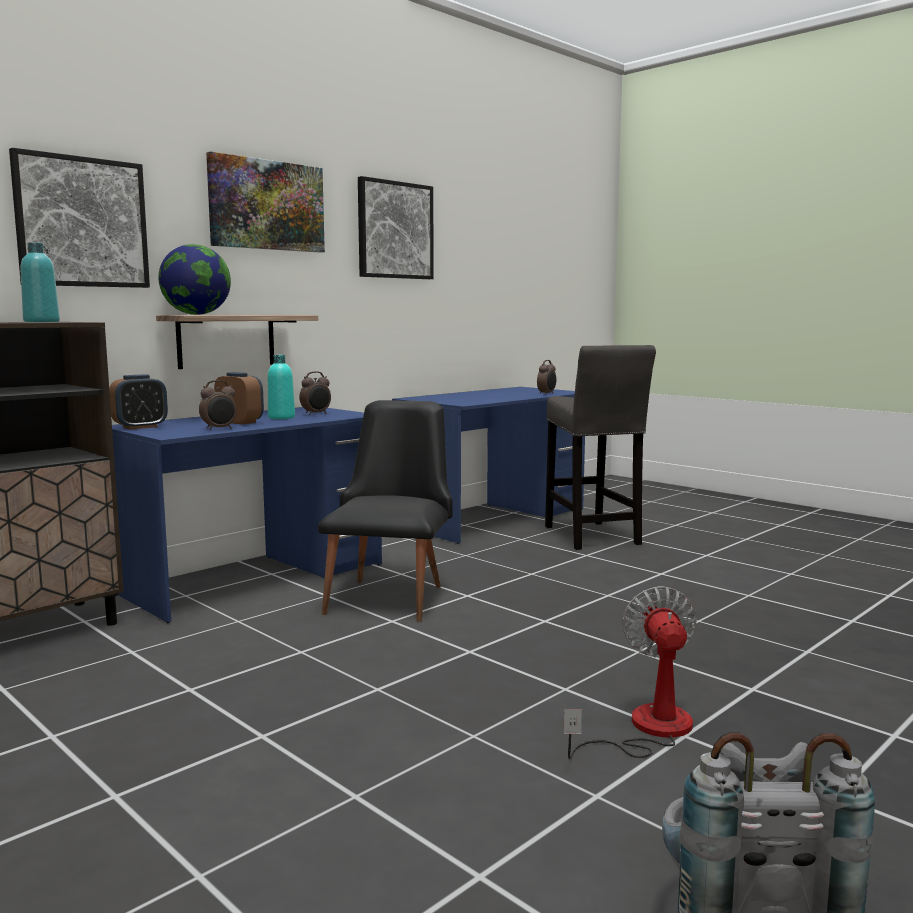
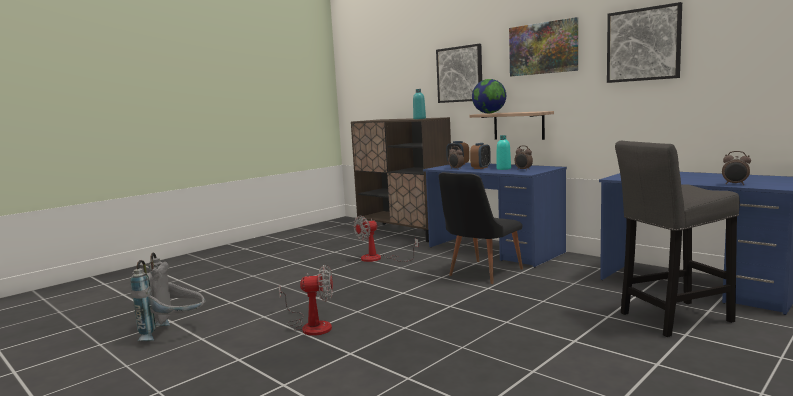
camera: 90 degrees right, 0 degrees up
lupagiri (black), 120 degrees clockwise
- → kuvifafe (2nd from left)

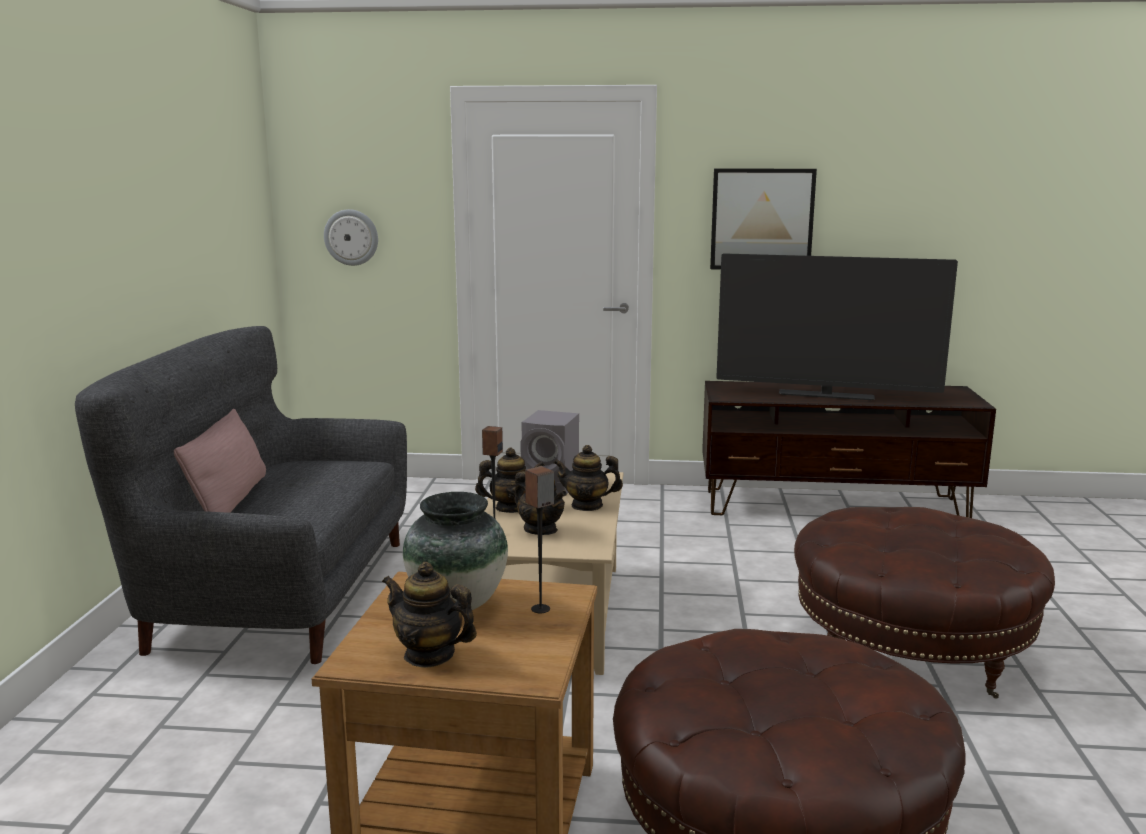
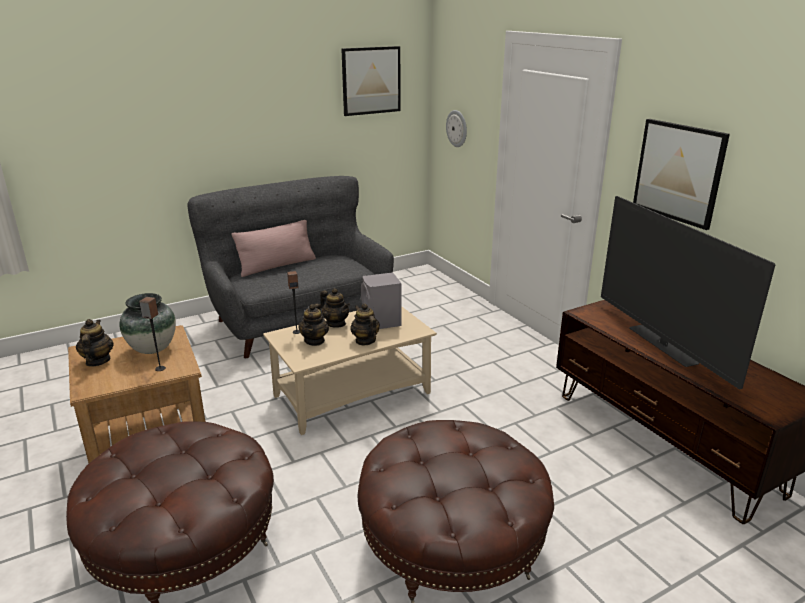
camera: 55 degrees right, 10 degrees up
- → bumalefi (1st from left)

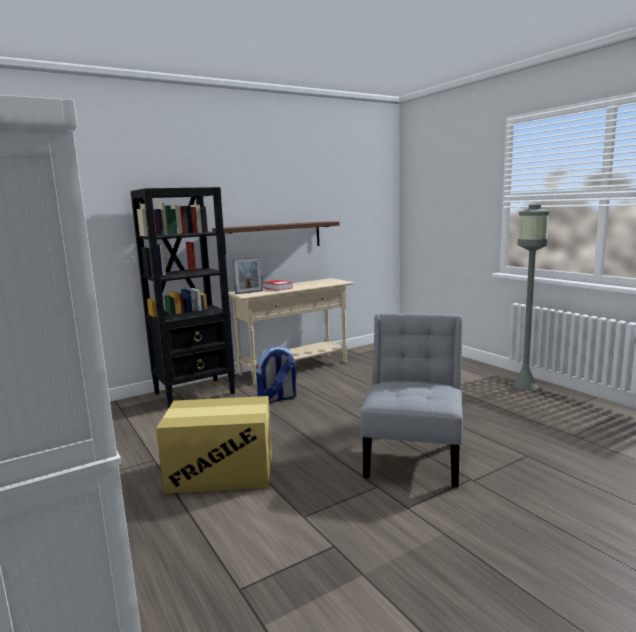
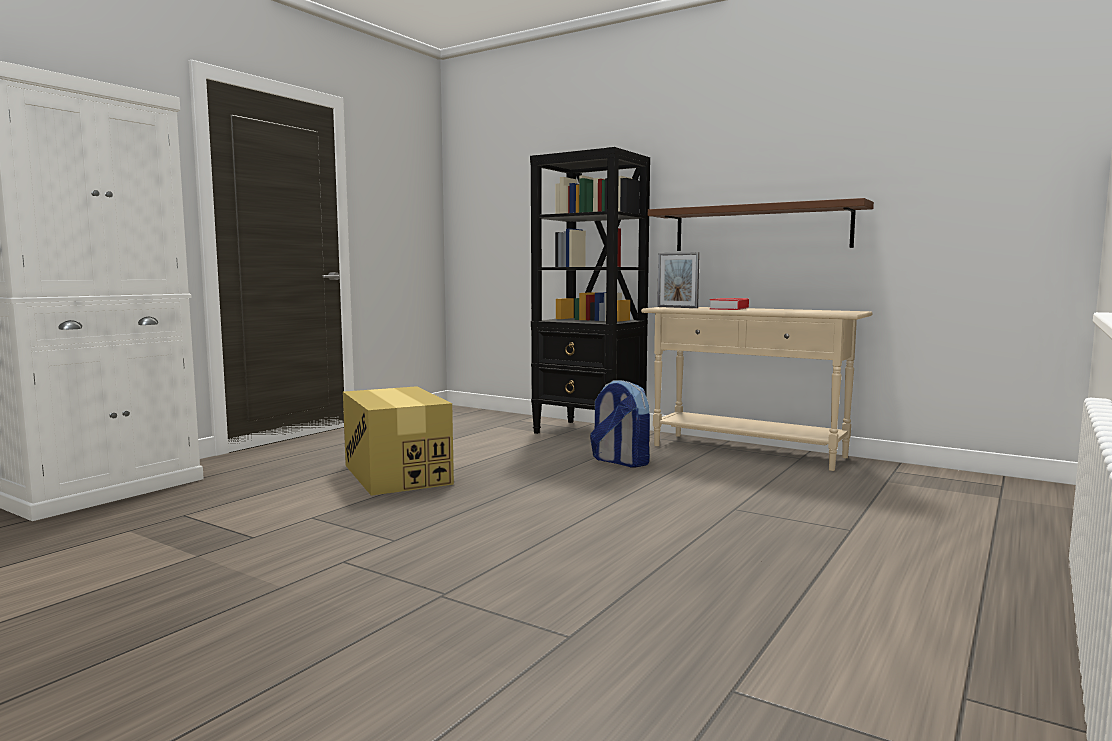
camera: 65 degrees right, 5 degrees down
lupagiri (grey) → -
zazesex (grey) → -

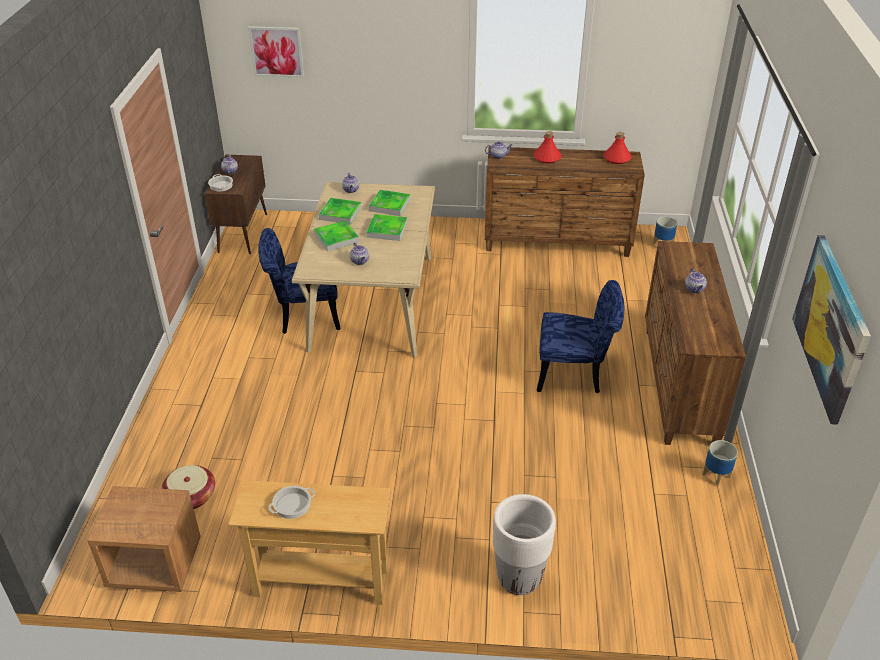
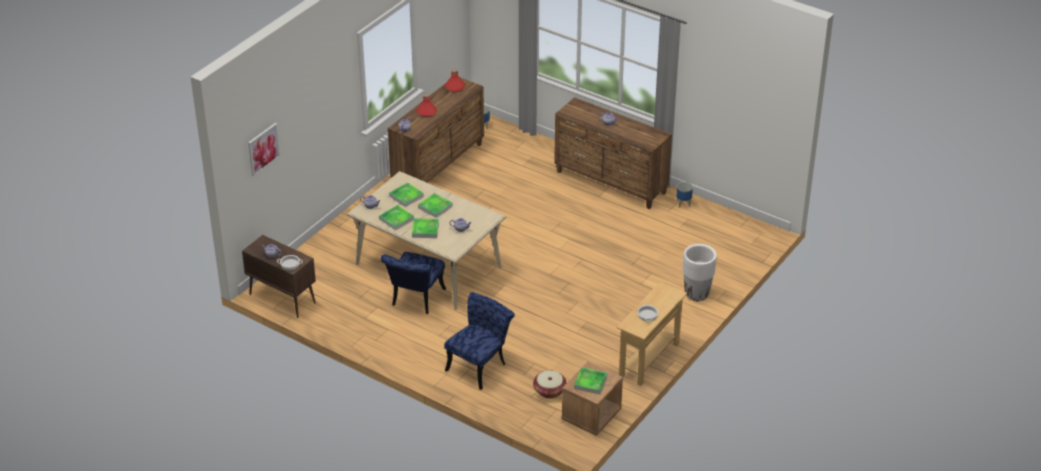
camera: 60 degrees left, 0 degrees up
lupagiri (blue) (2nd from left), moved
bumalefi (2nd from left) → -
- → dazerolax (5th from left)

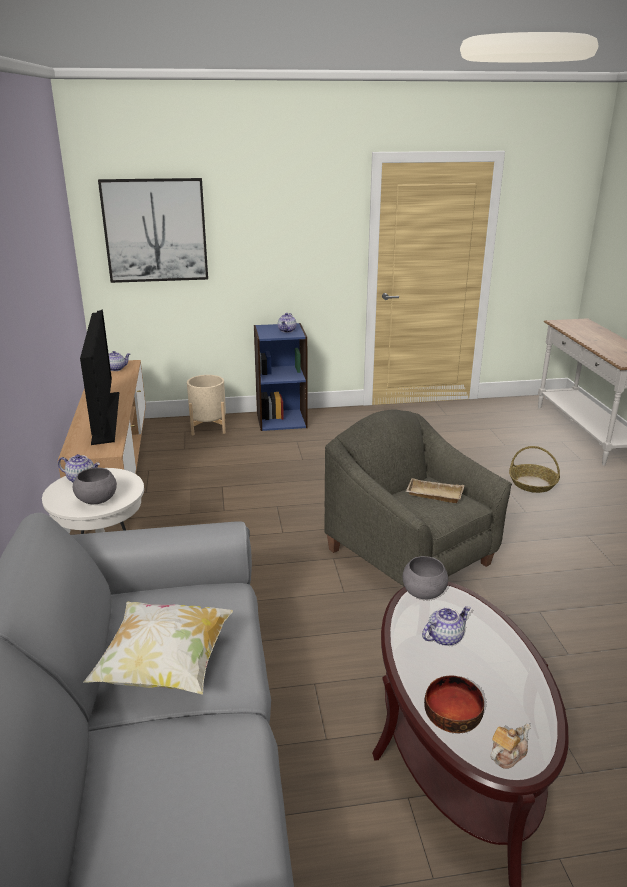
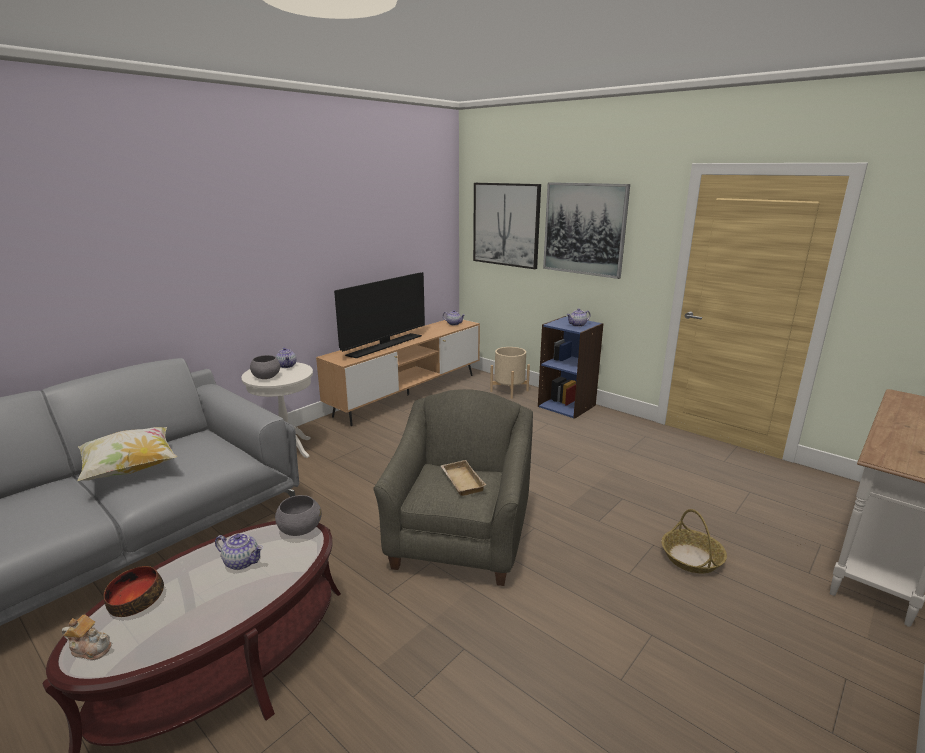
camera: 50 degrees right, 5 degrees down
- → bumalefi (2nd from left)

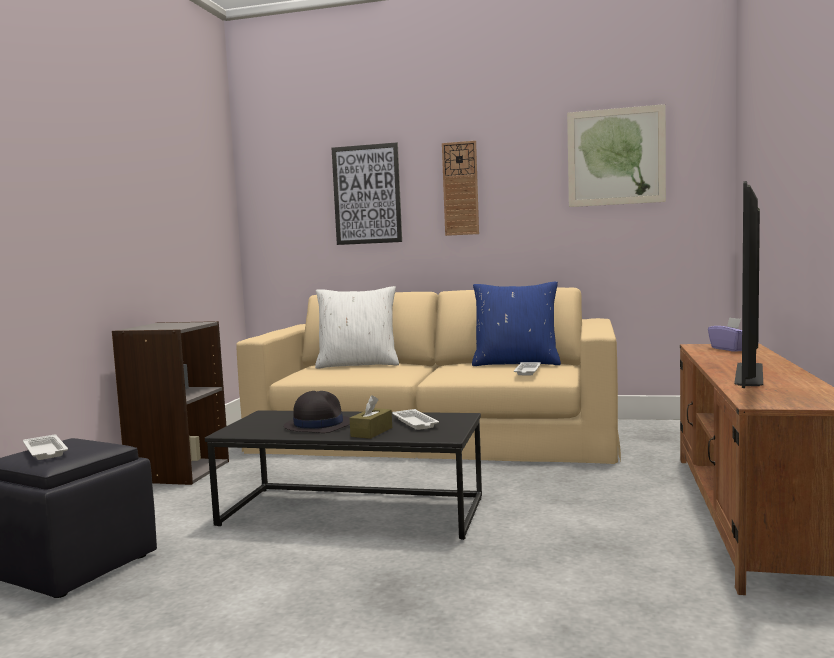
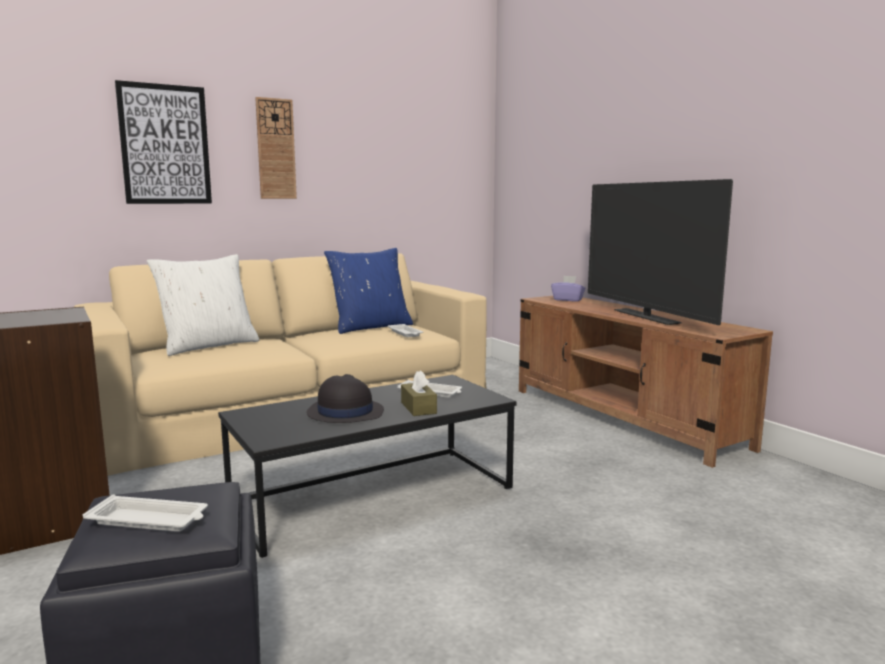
camera: 45 degrees left, 5 degrees up
bumalefi (2nd from left) → -

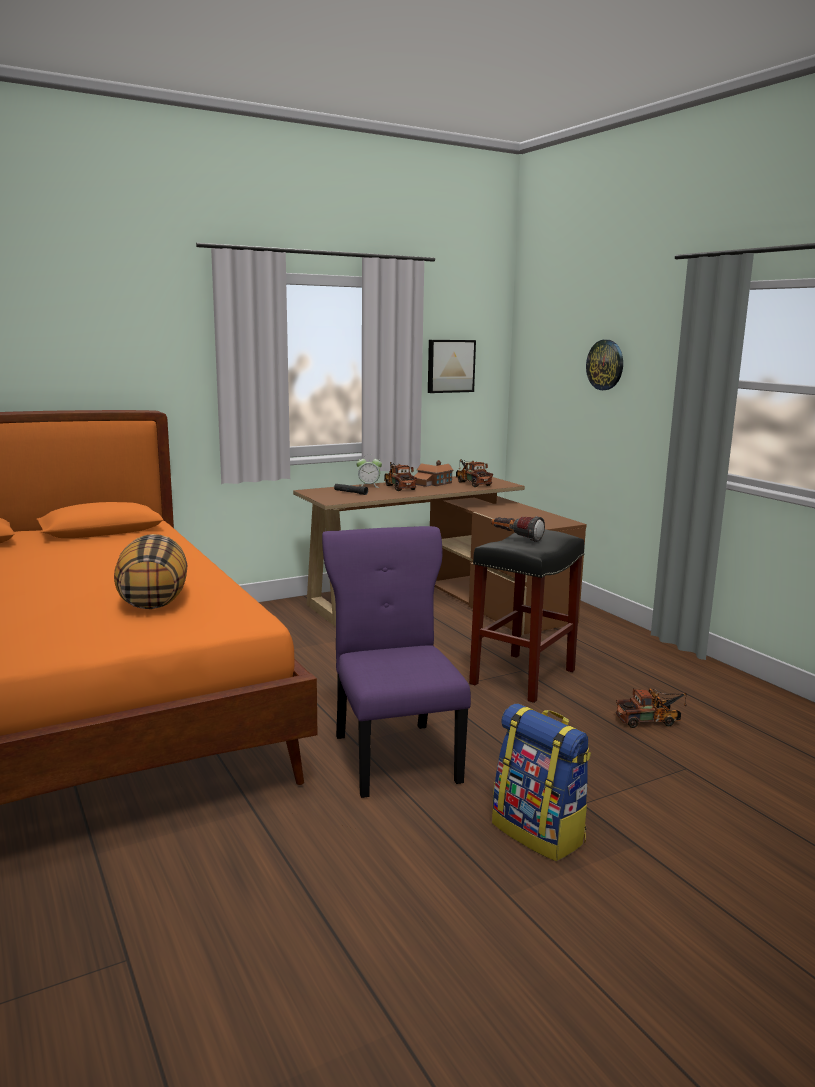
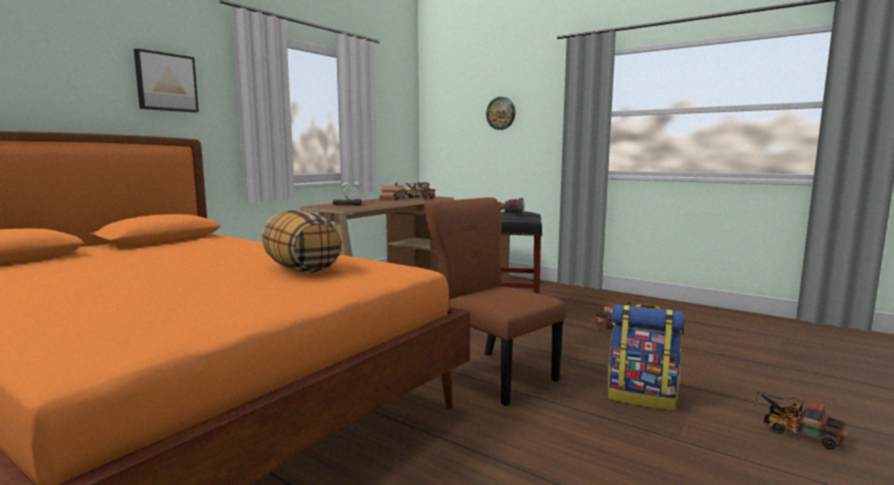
camera: 25 degrees left, 5 degrees down
lupagiri (purple) → lupagiri (brown)
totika (1st from left in the first image) → totika (3rd from left), moved
bumalefi, moved

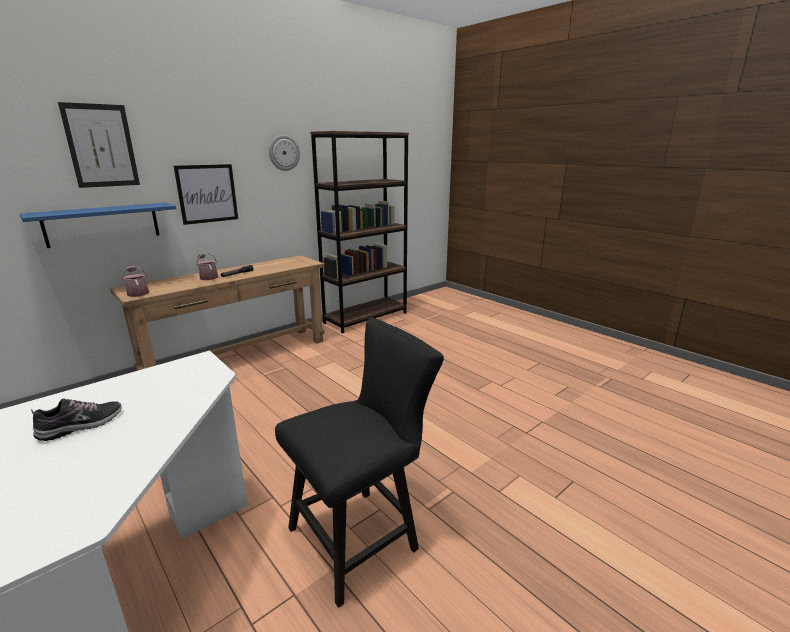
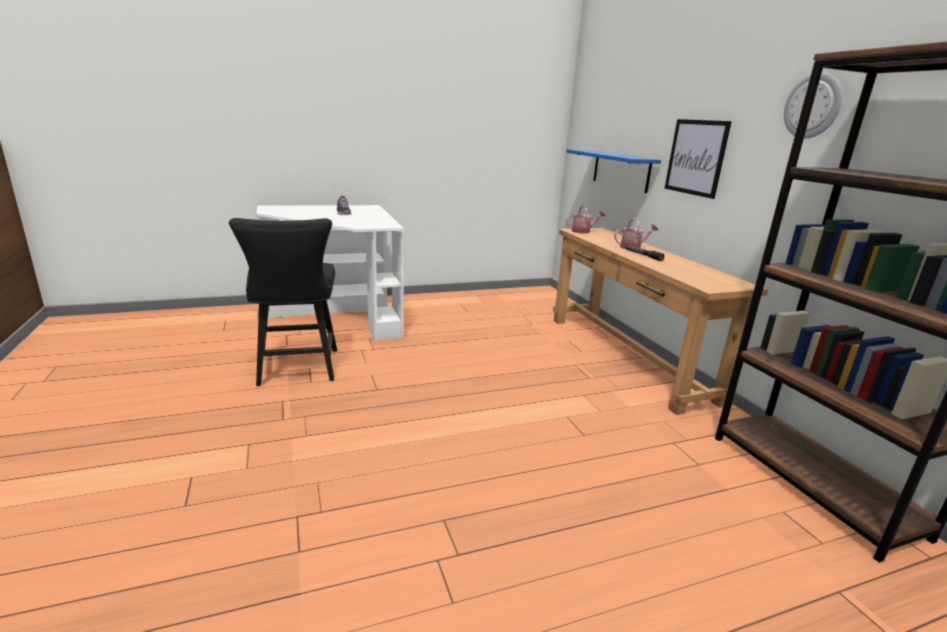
camera: 110 degrees right, 0 degrees up
bumalefi (1st from left) → -

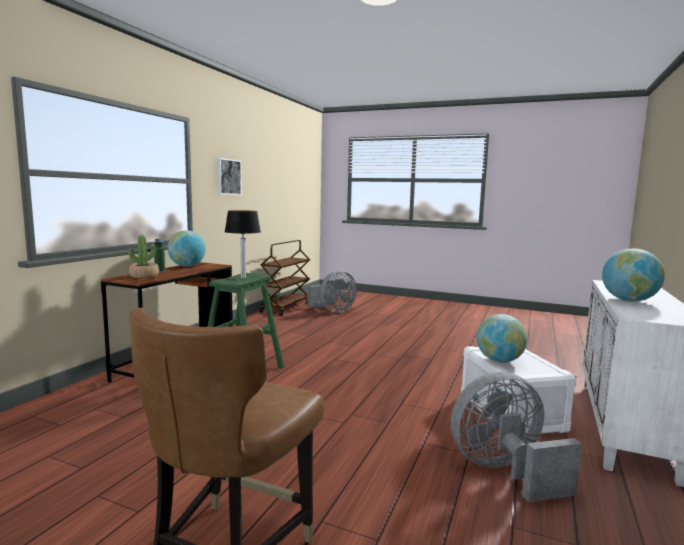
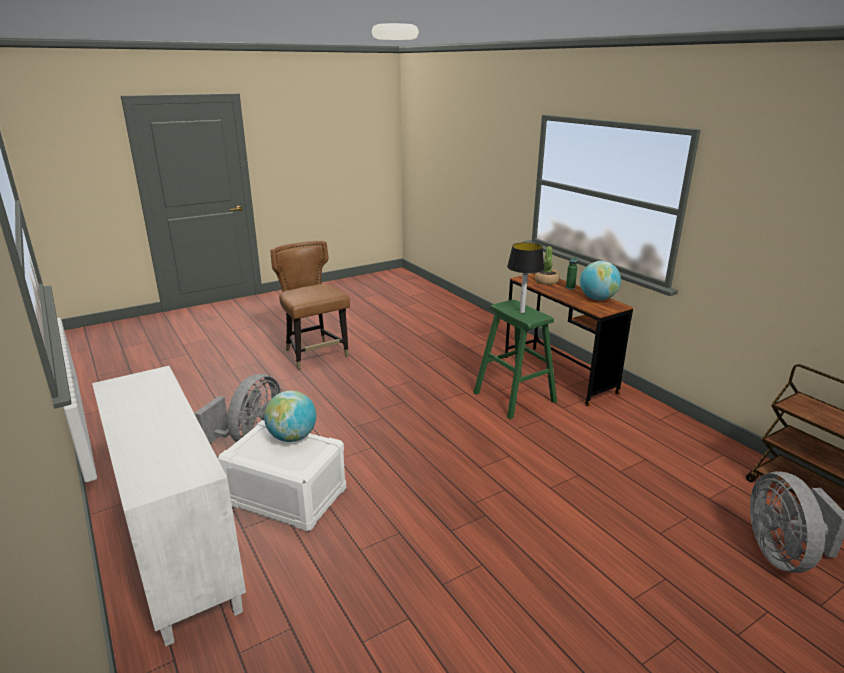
camera: 125 degrees right, 15 degrees up
bumalefi → -
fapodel (3rd from left) → -

